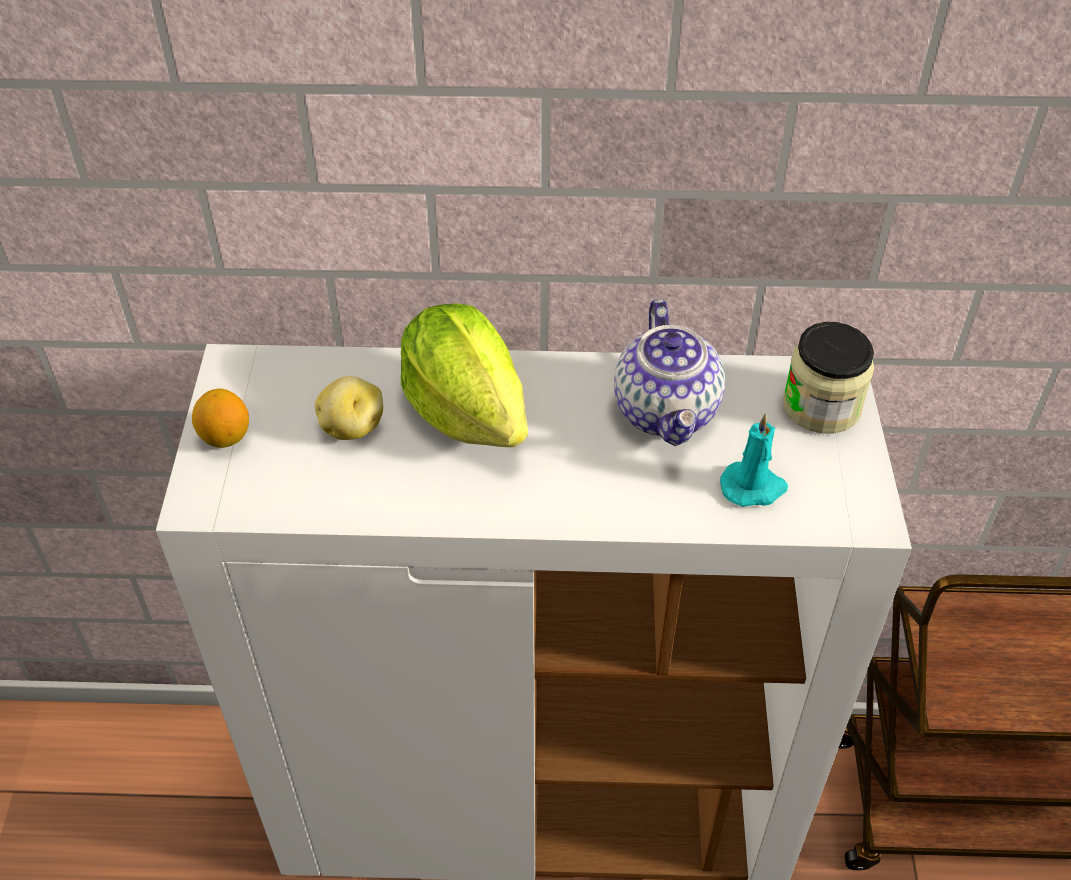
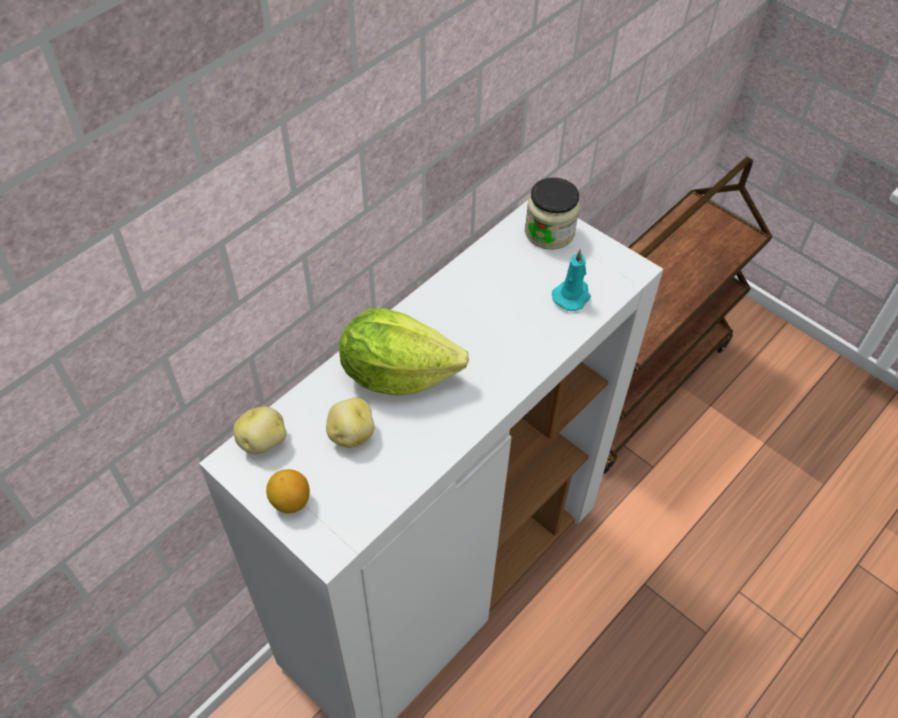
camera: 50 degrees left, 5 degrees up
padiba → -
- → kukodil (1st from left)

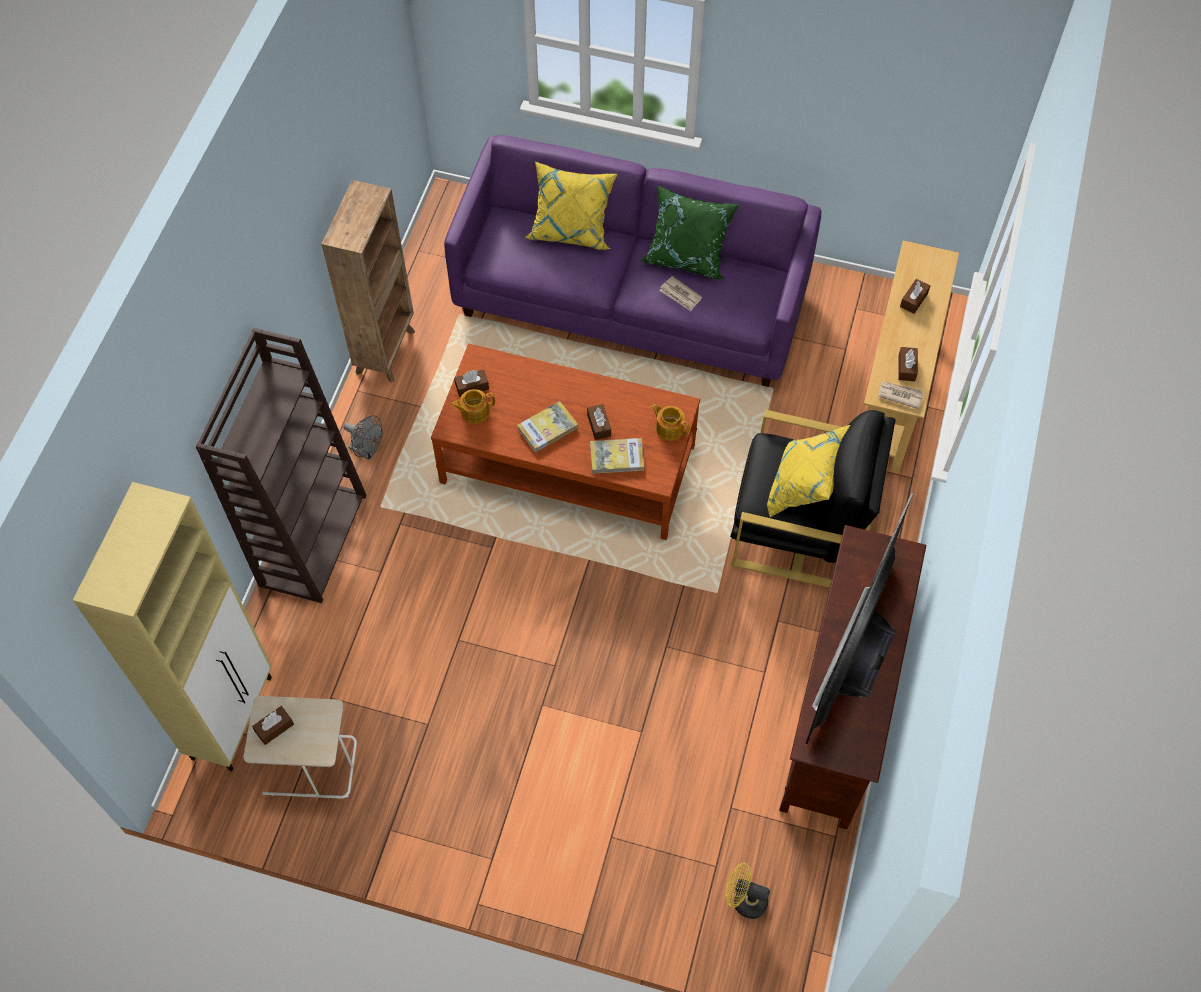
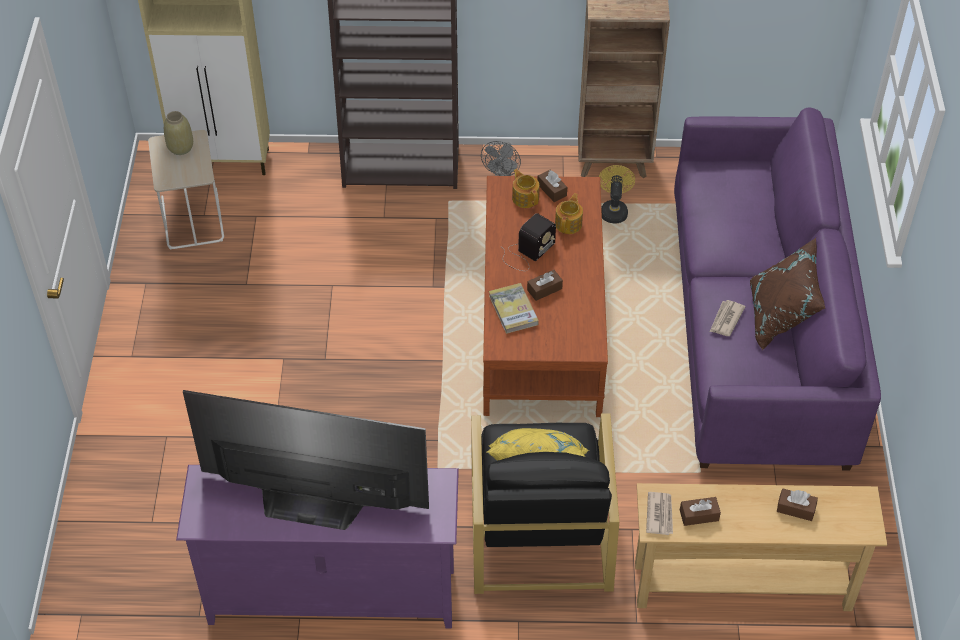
camera: 75 degrees right, 10 degrees down
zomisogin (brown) (1st from left) → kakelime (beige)
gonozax (1st from left) → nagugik
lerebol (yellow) (1st from left) → -
lerebol (green) → lerebol (brown)
padiba (2nd from left), moved
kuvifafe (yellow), moved
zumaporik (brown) → zumaporik (purple)

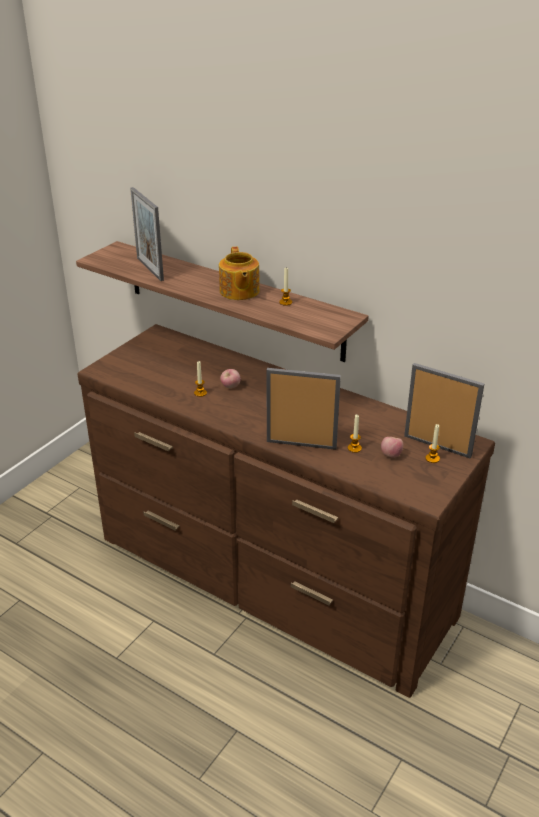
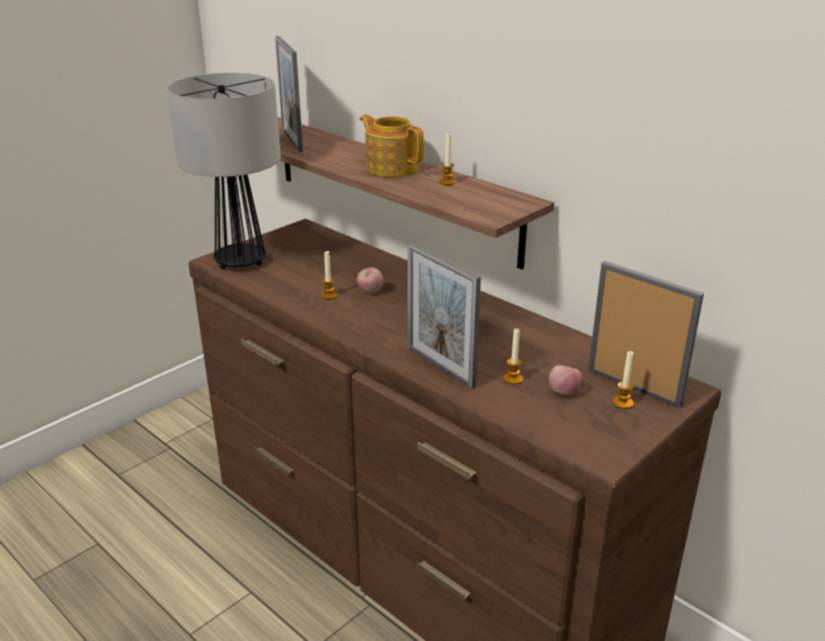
camera: 10 degrees right, 5 degrees down
padiba, 135 degrees clockwise
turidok (2nd from left), 150 degrees counterclockwise
- → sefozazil

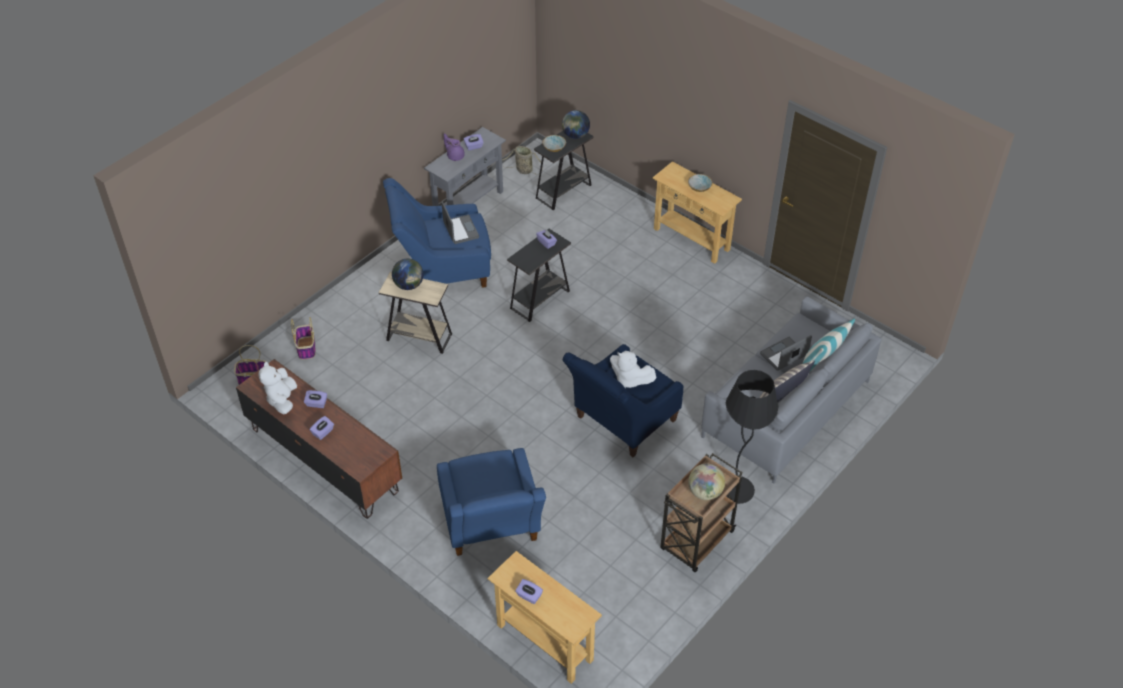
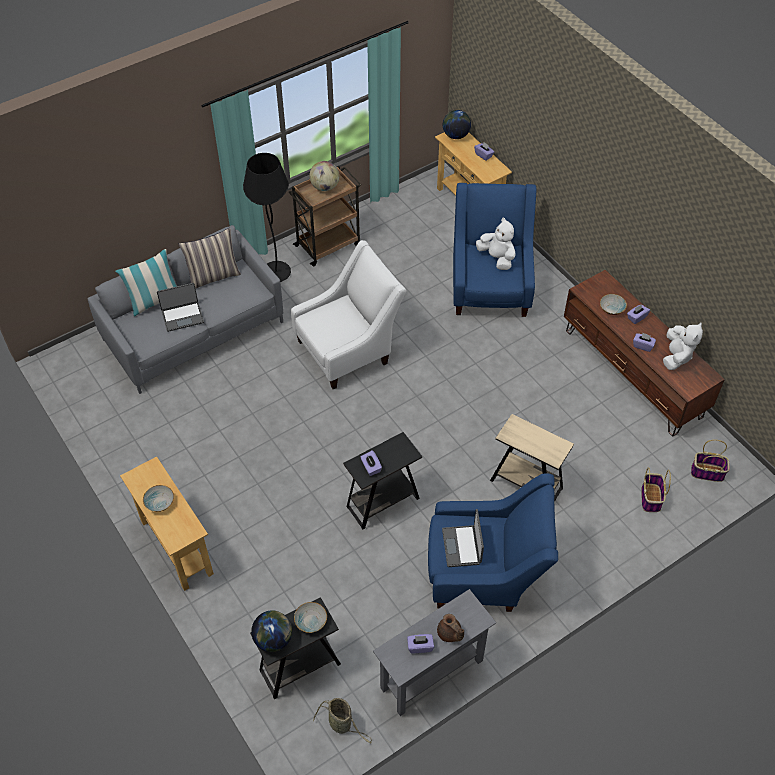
camera: 165 degrees left, 5 degrees up
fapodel (1st from left in the first image) → fapodel (3rd from left), moved
padiba (purple) → padiba (brown)
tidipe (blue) (3rd from left) → tidipe (white)
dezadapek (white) (2nd from left in the first image) → dezadapek (white) (1st from left), moved
- → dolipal (3rd from left)

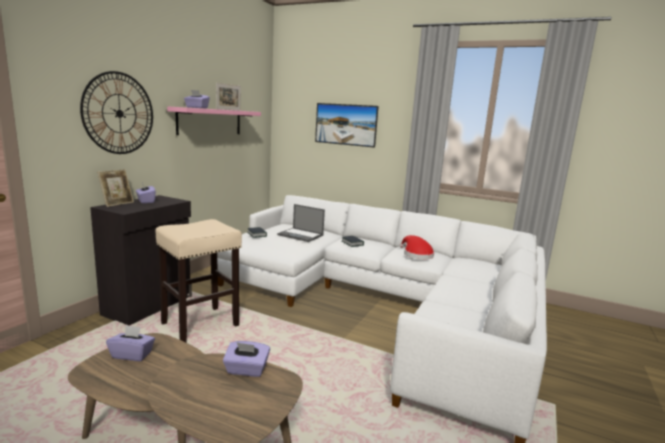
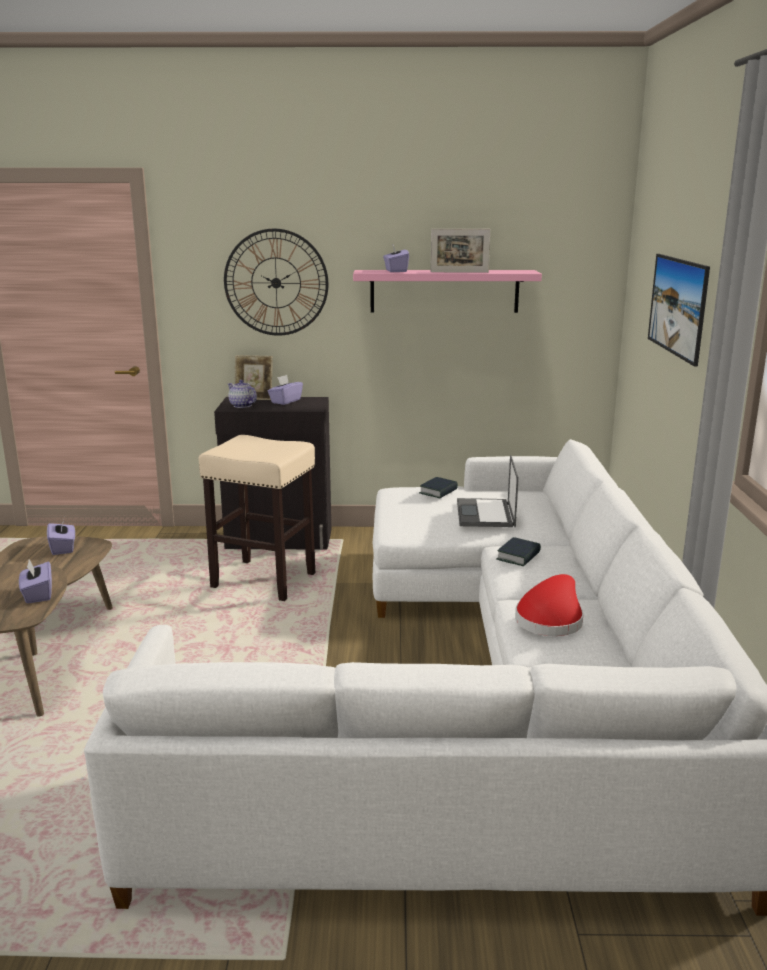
camera: 65 degrees right, 5 degrees up
- → padiba

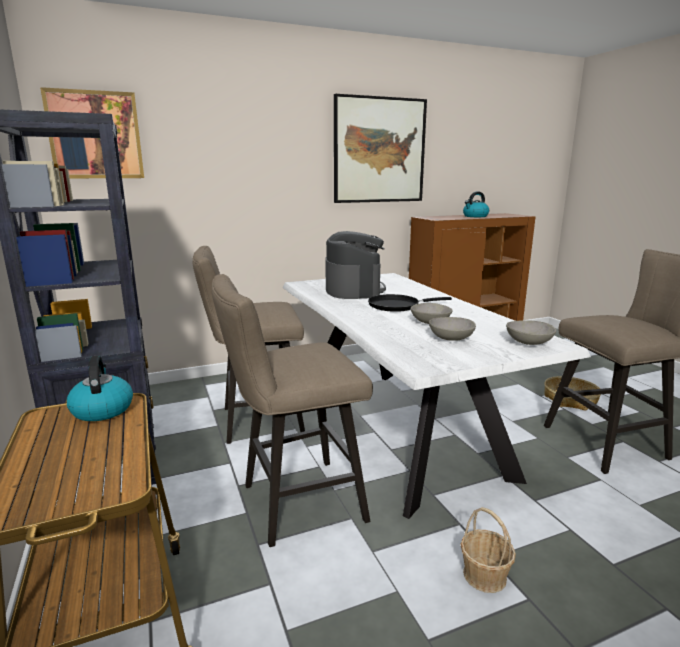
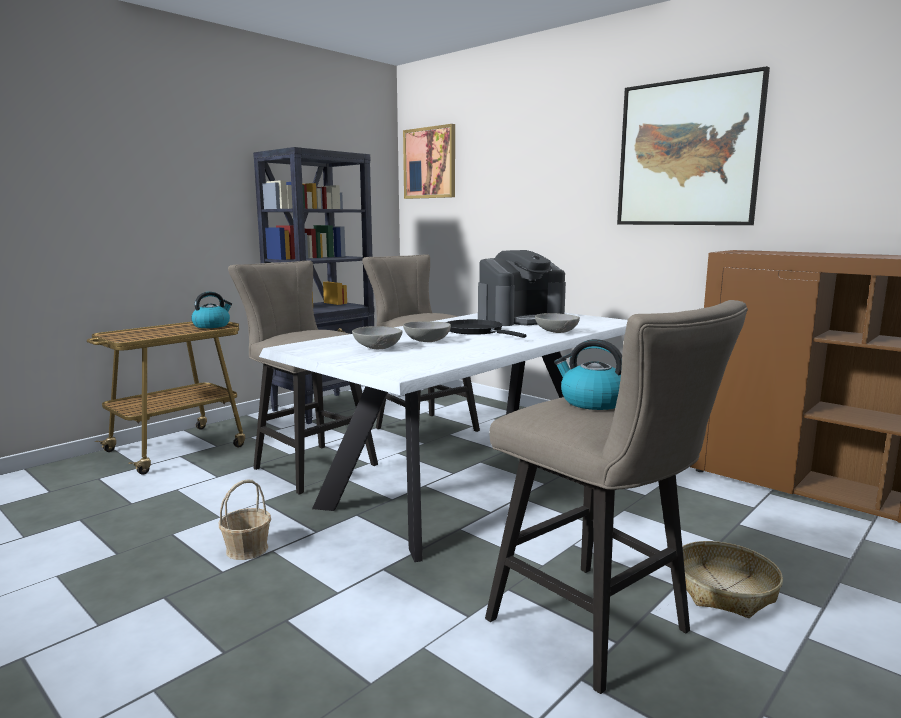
camera: 65 degrees right, 5 degrees down
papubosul (2nd from left), moved
dolipal (grey) (3rd from left), moved

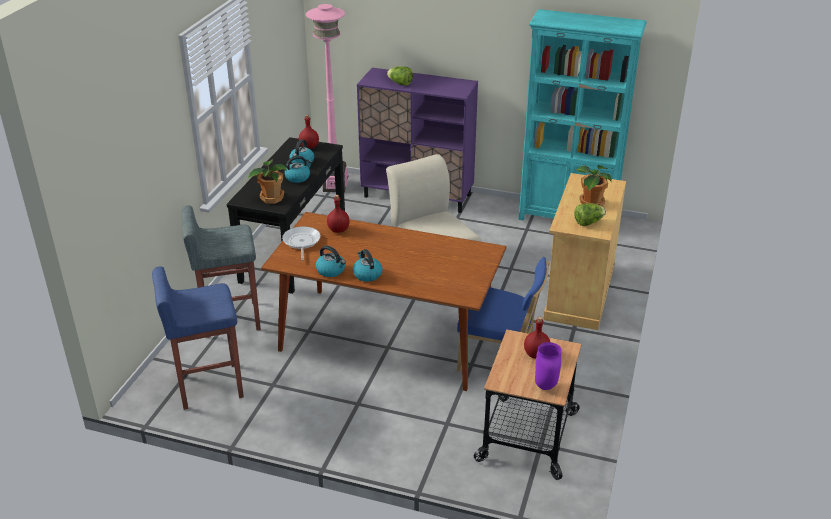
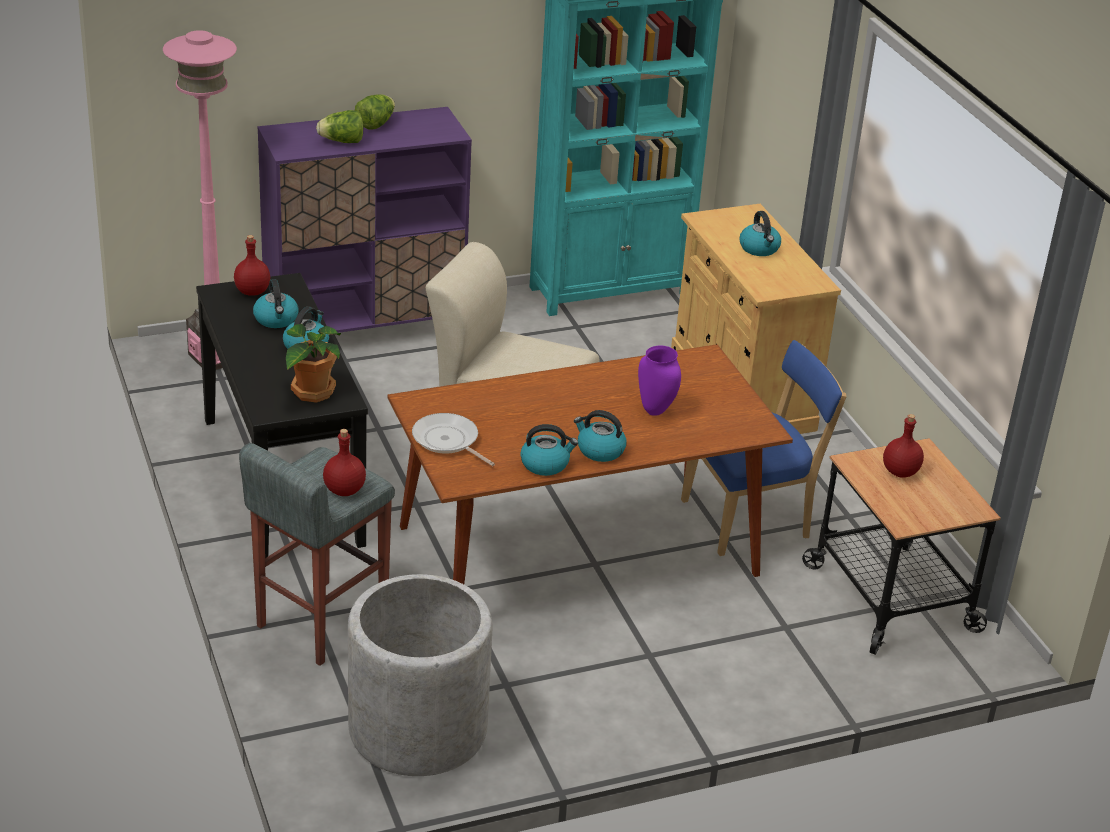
camera: 40 degrees left, 0 degrees up
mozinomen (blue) → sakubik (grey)
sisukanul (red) (2nd from left), moved
kakelime (purple), moved
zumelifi (2nd from left), moved
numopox (2nd from left) → papubosul (5th from left)

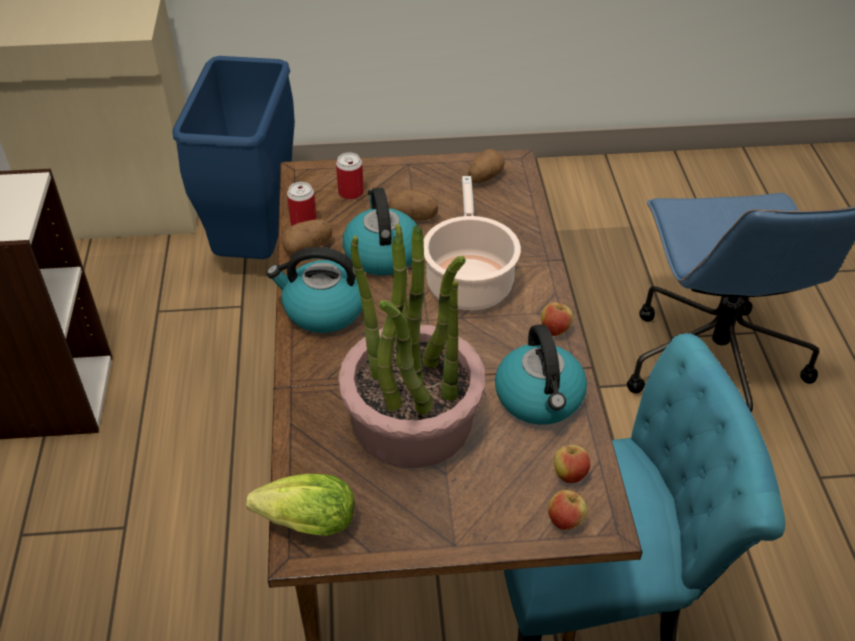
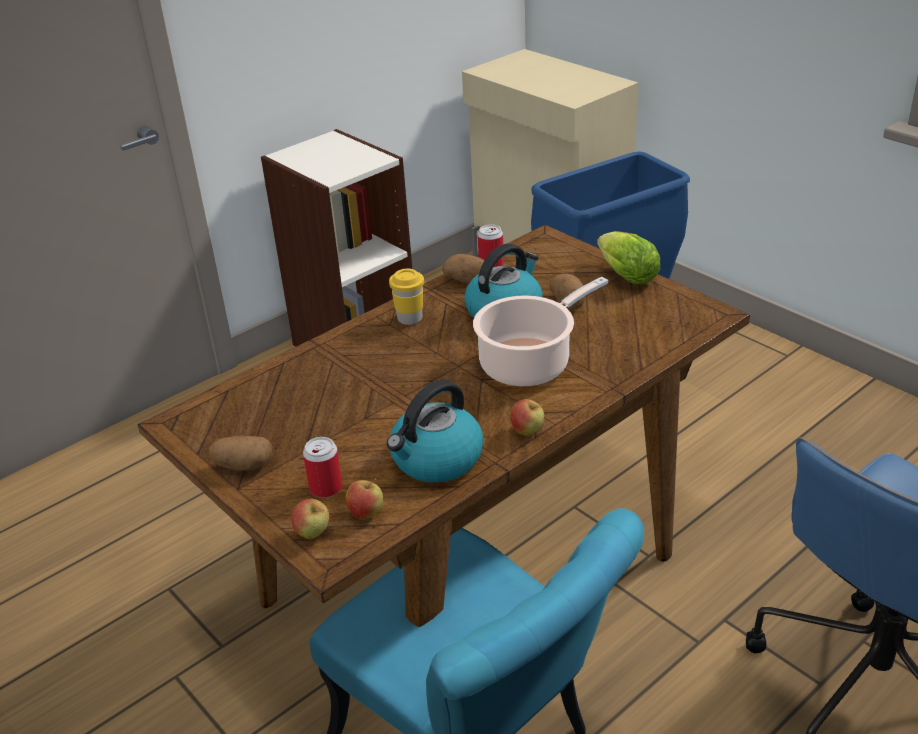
camera: 55 degrees right, 10 degrees down
zumelifi, moved
papubosul (1st from left) → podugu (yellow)
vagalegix (2nd from left in the first image) → vagalegix (1st from left), moved
numopox → -
kukodil (3rd from left in the first image) → kukodil (1st from left), moved

